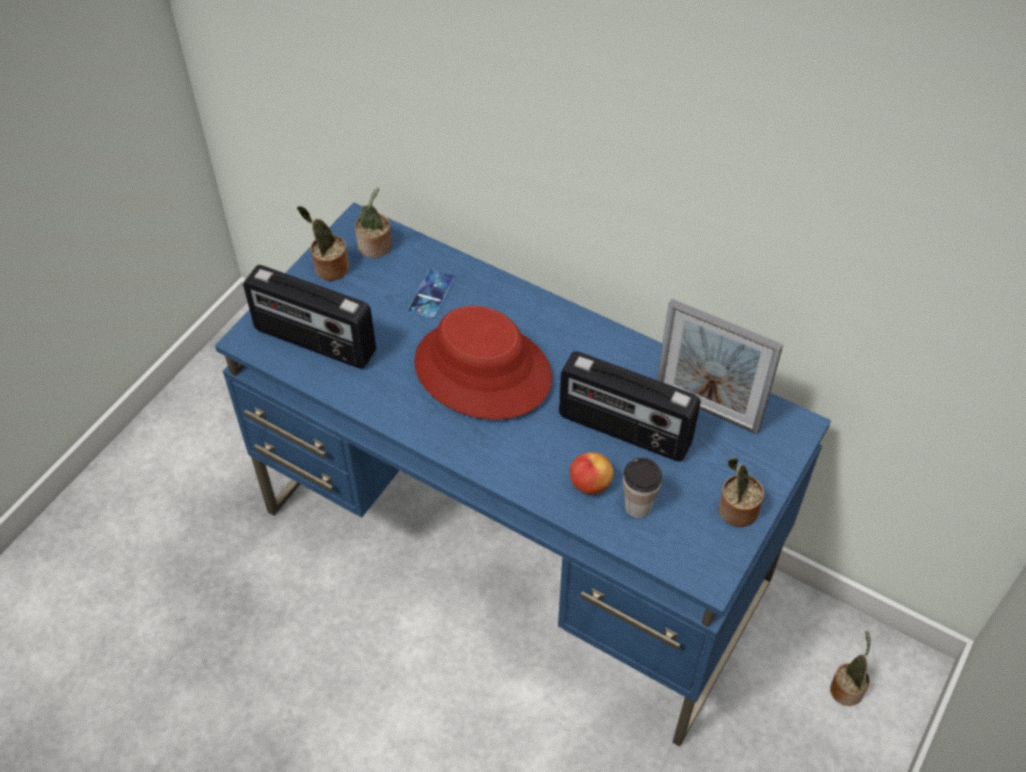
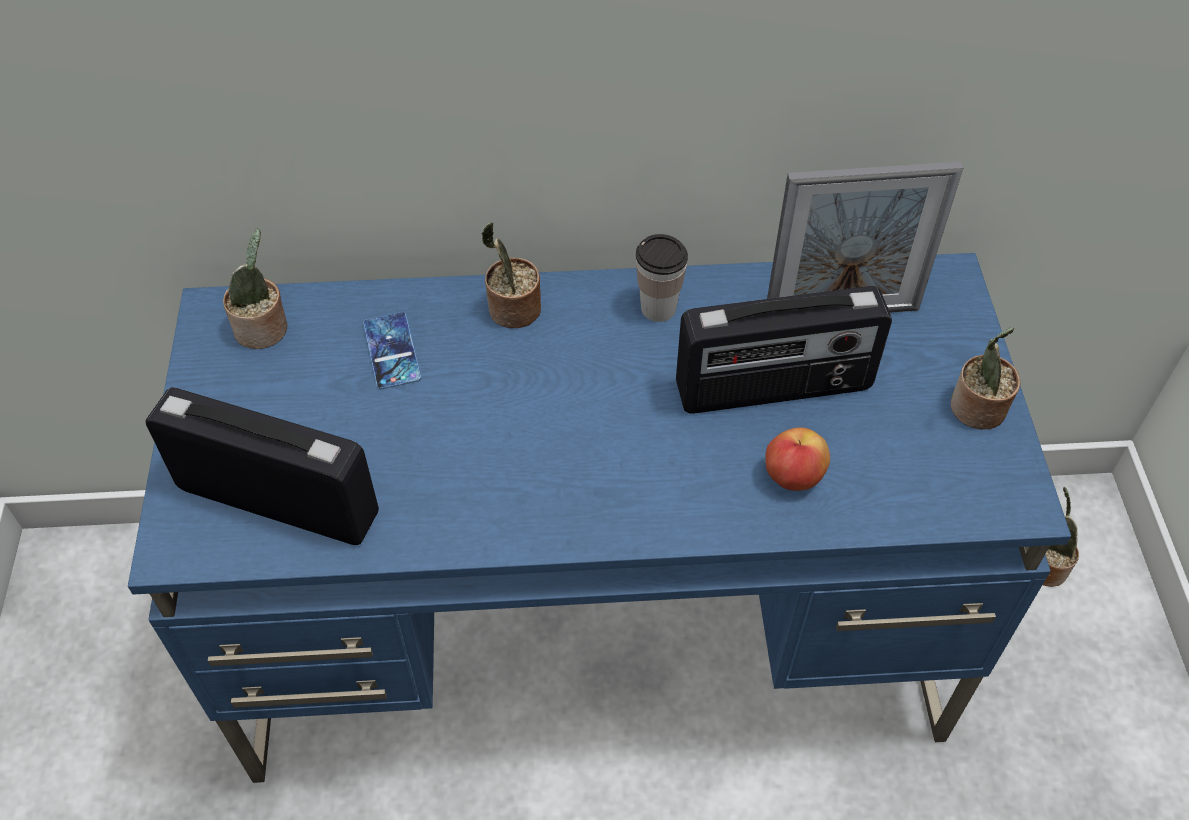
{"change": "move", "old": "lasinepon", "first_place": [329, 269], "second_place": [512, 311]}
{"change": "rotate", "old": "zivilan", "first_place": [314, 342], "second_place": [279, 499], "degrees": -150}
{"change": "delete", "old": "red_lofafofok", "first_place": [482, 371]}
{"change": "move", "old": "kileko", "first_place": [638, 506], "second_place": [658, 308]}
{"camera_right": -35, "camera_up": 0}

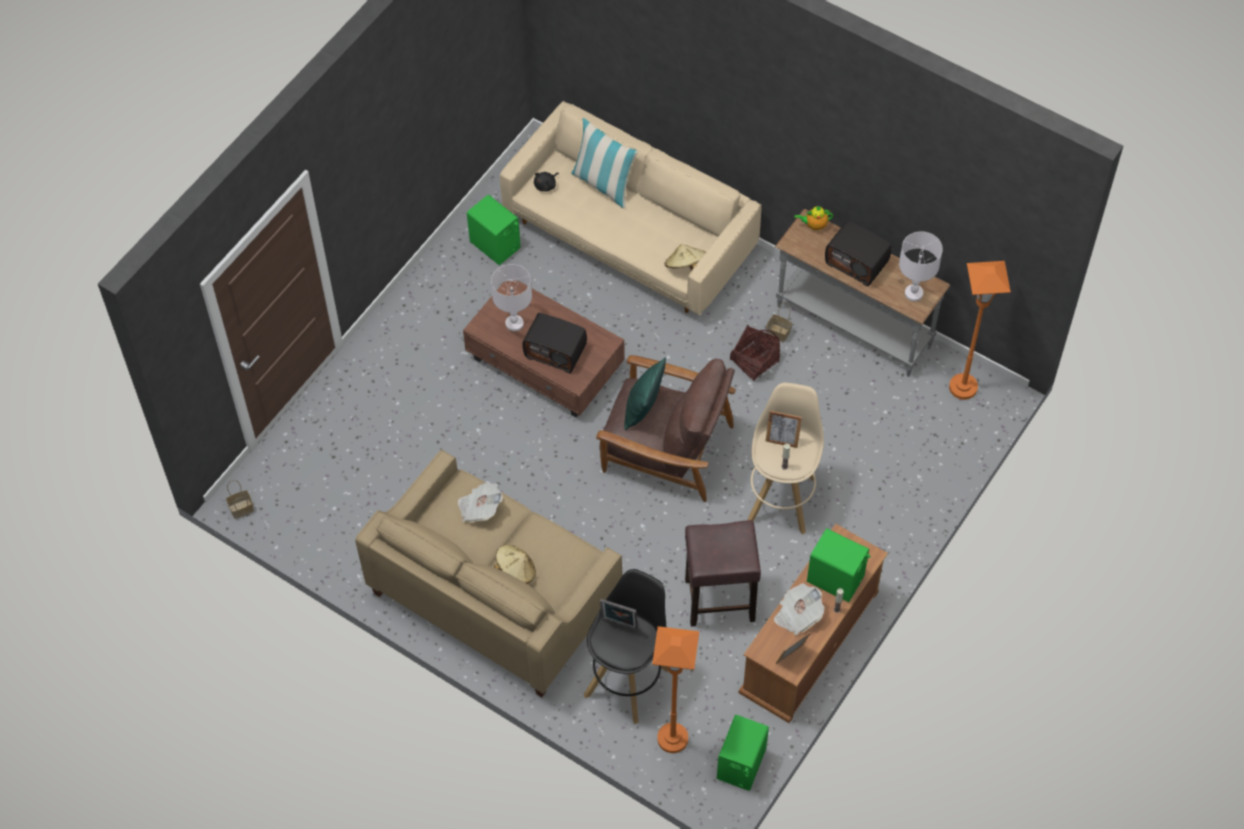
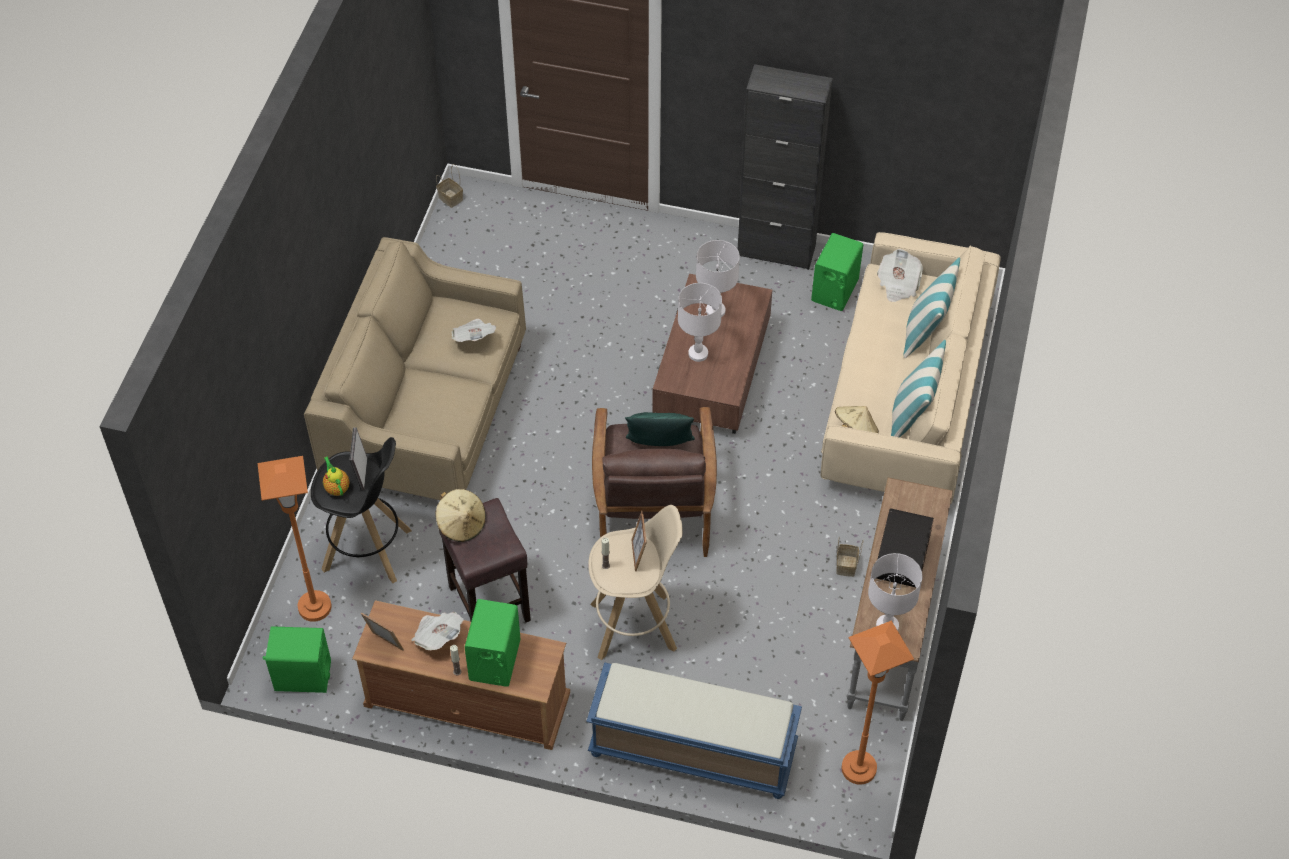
{"change": "replace", "old": "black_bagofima", "new": "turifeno", "first_place": [546, 185], "second_place": [898, 284]}
{"change": "move", "old": "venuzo", "first_place": [814, 225], "second_place": [336, 487]}
{"change": "replace", "old": "zivilan", "new": "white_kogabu", "first_place": [556, 351], "second_place": [698, 354]}
{"change": "delete", "old": "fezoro", "first_place": [754, 361]}
{"change": "move", "old": "beige_lofafofok", "first_place": [516, 571], "second_place": [461, 524]}
{"change": "insert", "new": "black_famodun", "second_place": [776, 250]}
{"change": "insert", "new": "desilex", "second_place": [912, 415]}
{"change": "insert", "new": "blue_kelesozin", "second_place": [691, 751]}
{"camera_right": 70, "camera_up": -5}

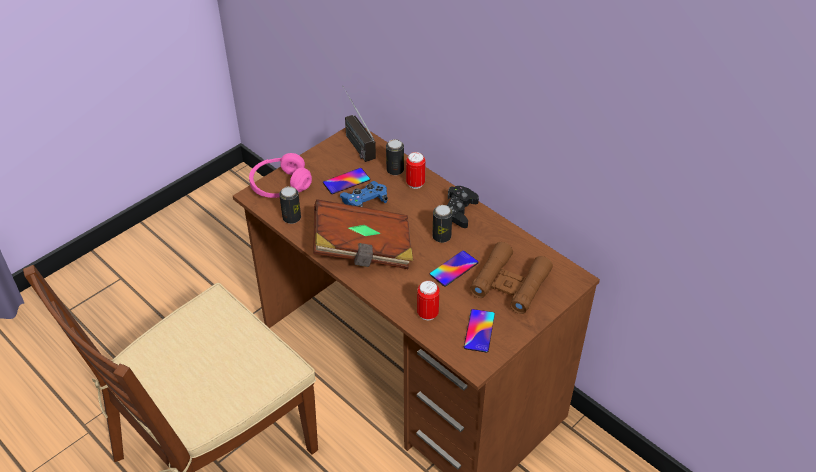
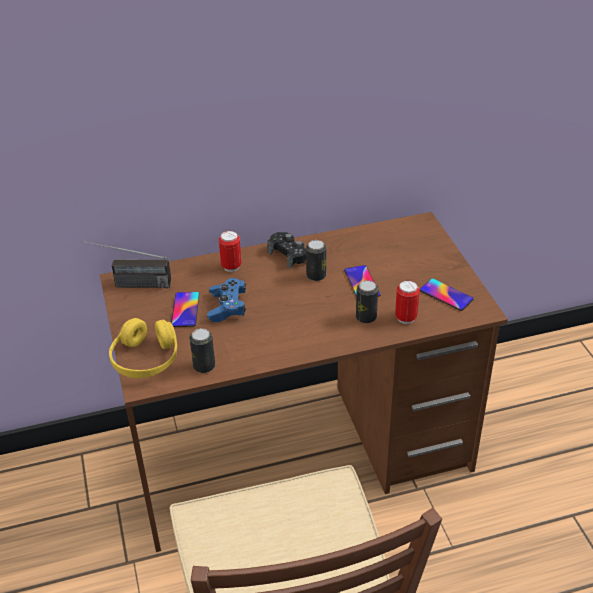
{"change": "move", "old": "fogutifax", "first_place": [395, 170], "second_place": [366, 317]}
{"change": "recolor", "old": "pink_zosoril", "new": "yellow_zosoril", "first_place": [280, 185], "second_place": [145, 359]}
{"change": "delete", "old": "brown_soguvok", "first_place": [363, 250]}
{"change": "delete", "old": "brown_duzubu", "first_place": [510, 284]}
{"camera_right": -60, "camera_up": -5}

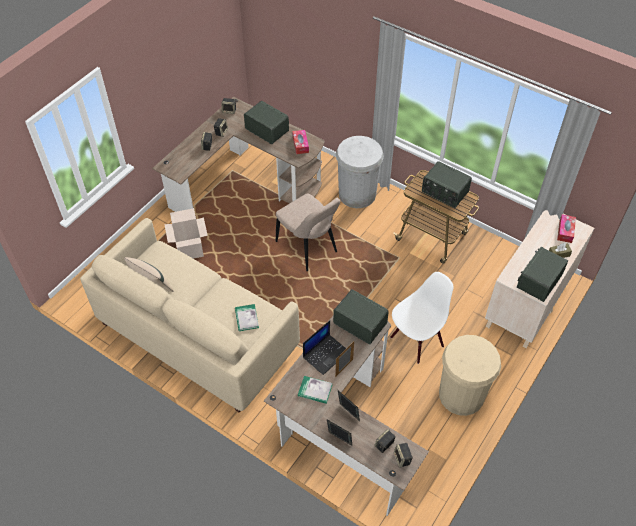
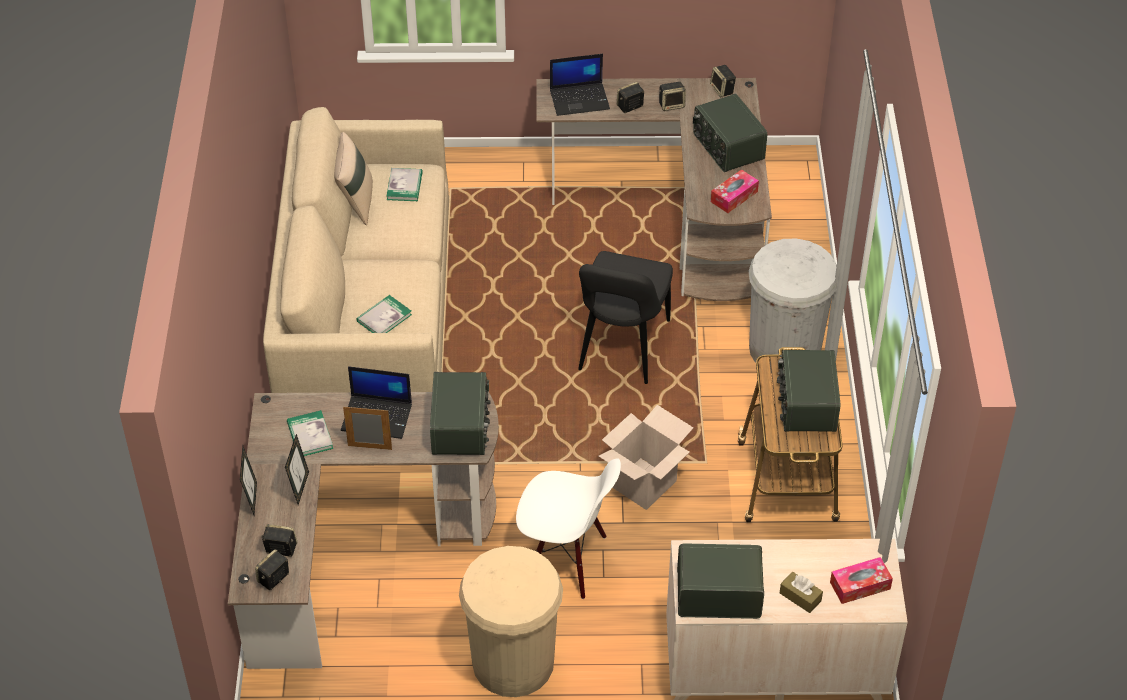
{"change": "rotate", "old": "zivilan", "first_place": [267, 129], "second_place": [727, 147], "degrees": 150}
{"change": "recolor", "old": "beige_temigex", "new": "black_temigex", "first_place": [308, 248], "second_place": [622, 349]}
{"change": "move", "old": "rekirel", "first_place": [190, 249], "second_place": [643, 484]}
{"change": "insert", "new": "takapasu", "second_place": [580, 99]}
{"change": "insert", "new": "soguvok", "second_place": [404, 186]}
{"camera_right": 55, "camera_up": -5}

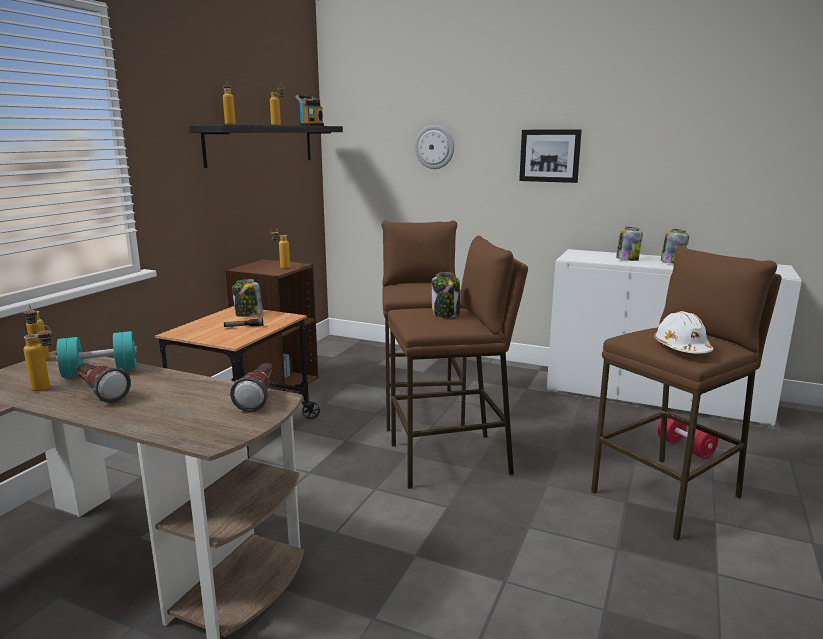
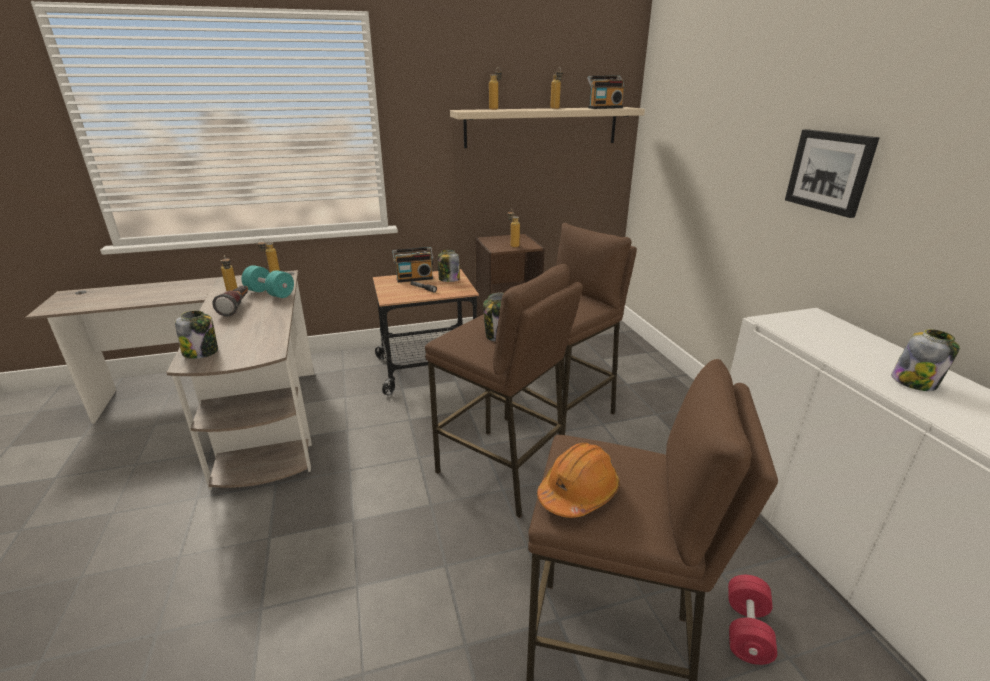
{"change": "recolor", "old": "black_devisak", "new": "beige_devisak", "first_place": [261, 144], "second_place": [542, 127]}
{"change": "delete", "old": "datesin", "first_place": [434, 147]}
{"change": "move", "old": "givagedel", "first_place": [627, 259], "second_place": [201, 352]}
{"change": "recolor", "old": "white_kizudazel", "new": "orange_kizudazel", "first_place": [681, 348], "second_place": [578, 492]}
{"change": "delete", "old": "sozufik", "first_place": [259, 397]}
{"change": "insert", "new": "zivilan", "second_place": [414, 278]}
{"camera_right": 50, "camera_up": 10}

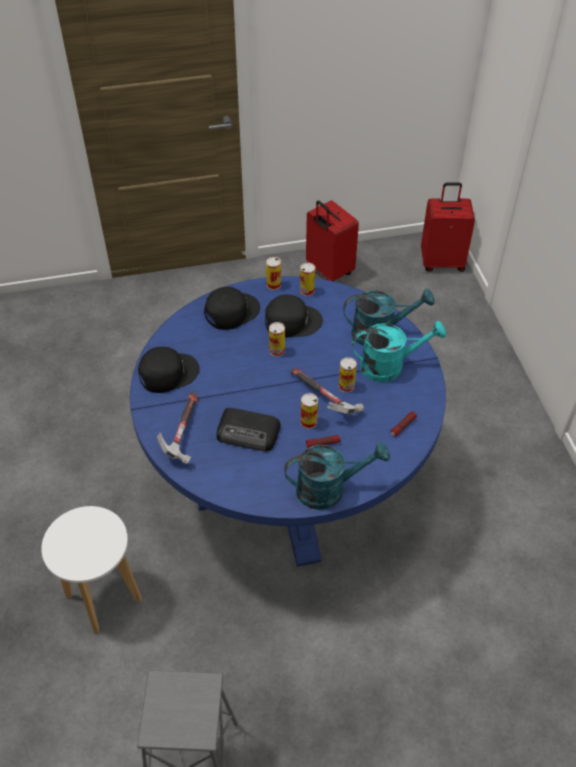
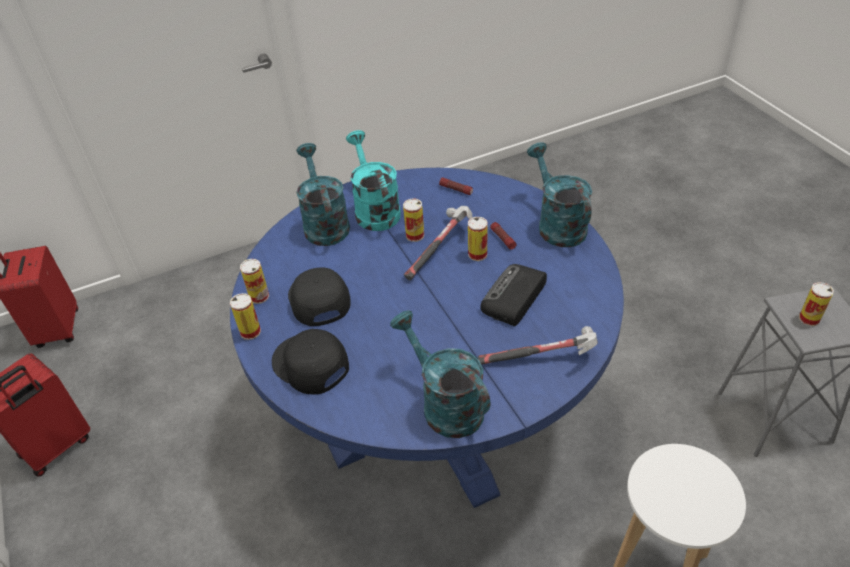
{"change": "move", "old": "fogutifax", "first_place": [277, 351], "second_place": [809, 319]}
{"change": "replace", "old": "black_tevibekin", "new": "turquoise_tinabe", "first_place": [168, 372], "second_place": [445, 404]}
{"change": "rotate", "old": "zivilan", "first_place": [249, 433], "second_place": [513, 298], "degrees": -150}
{"camera_right": -100, "camera_up": -5}

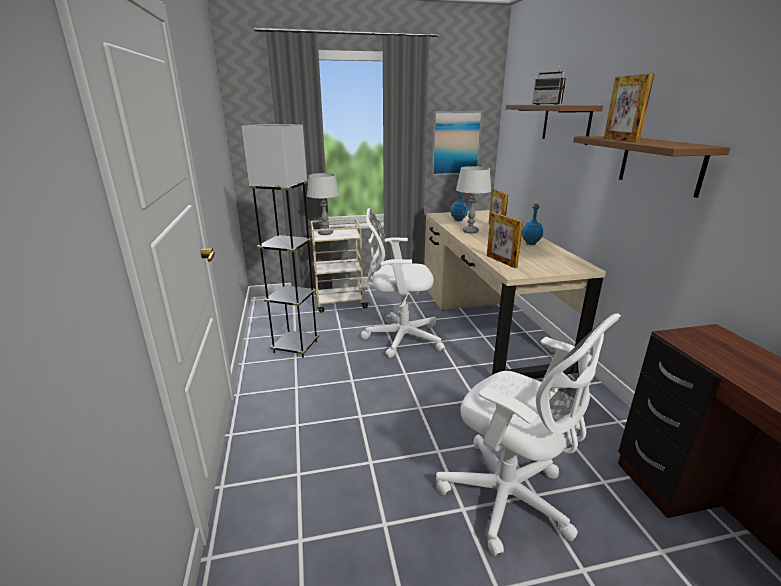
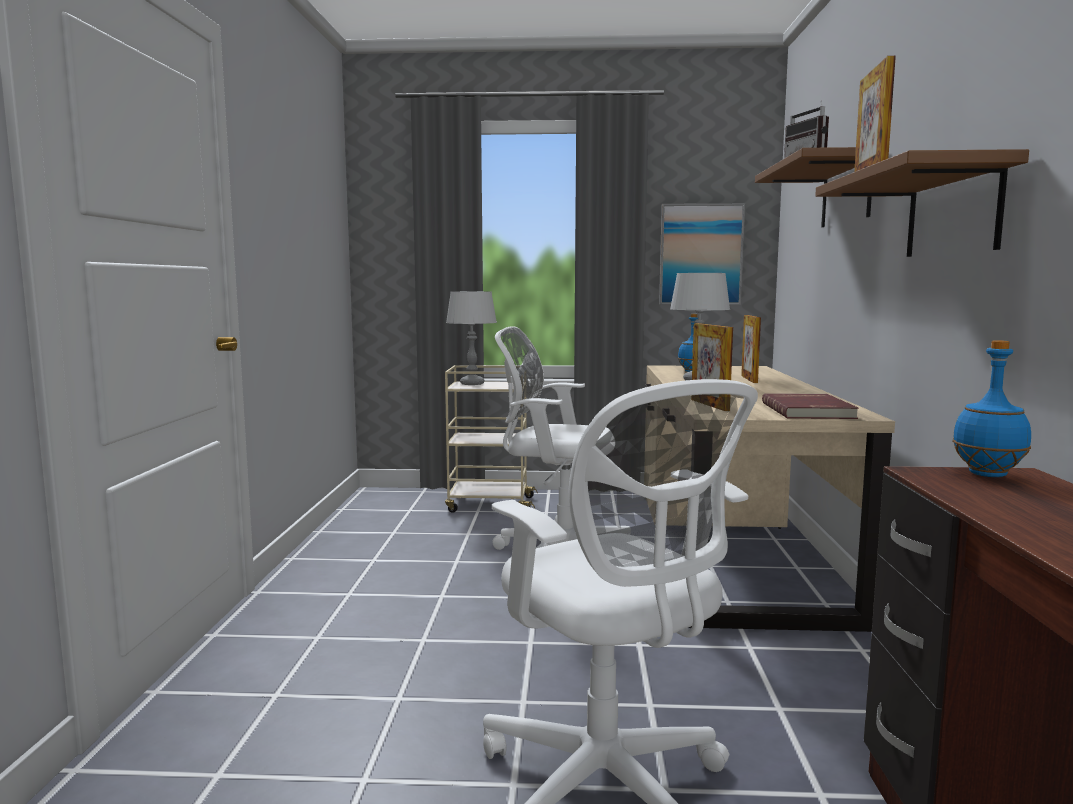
{"change": "delete", "old": "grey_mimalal", "first_place": [295, 347]}
{"change": "move", "old": "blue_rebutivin", "first_place": [530, 244], "second_place": [986, 474]}
{"change": "insert", "new": "red_soguvok", "second_place": [809, 410]}
{"camera_right": 15, "camera_up": -15}

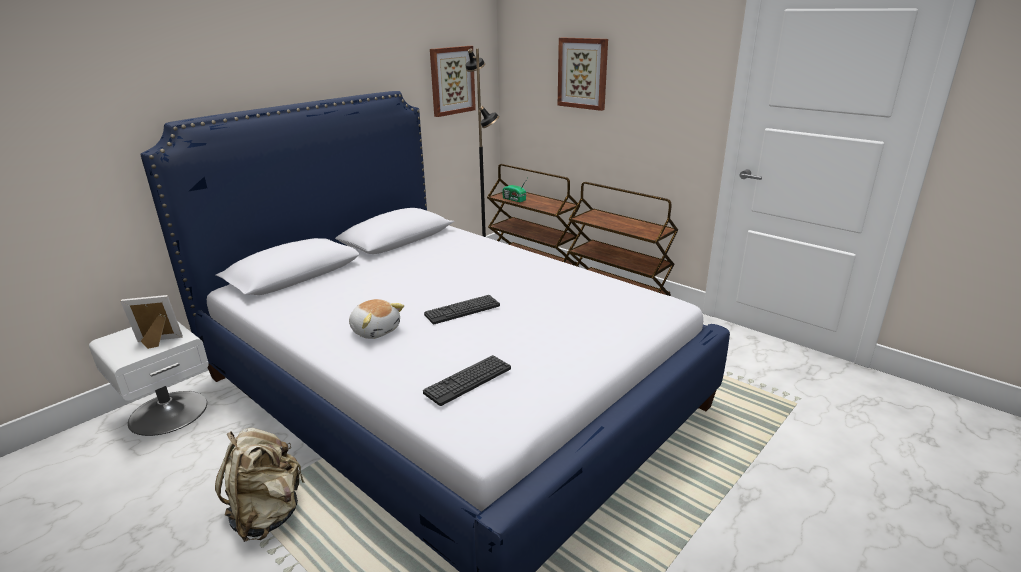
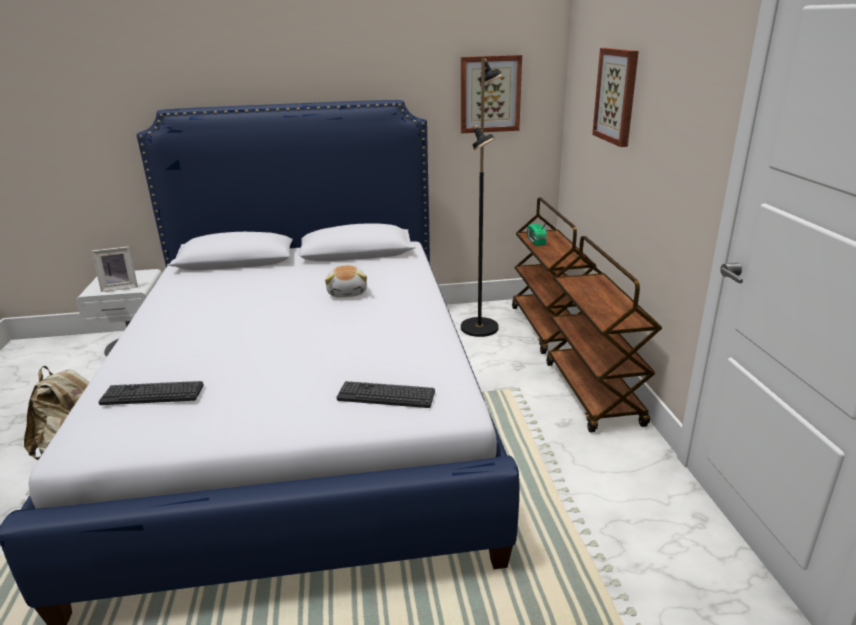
{"change": "rotate", "old": "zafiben", "first_place": [158, 343], "second_place": [120, 287], "degrees": 135}
{"change": "move", "old": "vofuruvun", "first_place": [462, 310], "second_place": [386, 395]}
{"change": "move", "old": "bagofima", "first_place": [375, 330], "second_place": [348, 292]}
{"camera_right": 40, "camera_up": 0}

